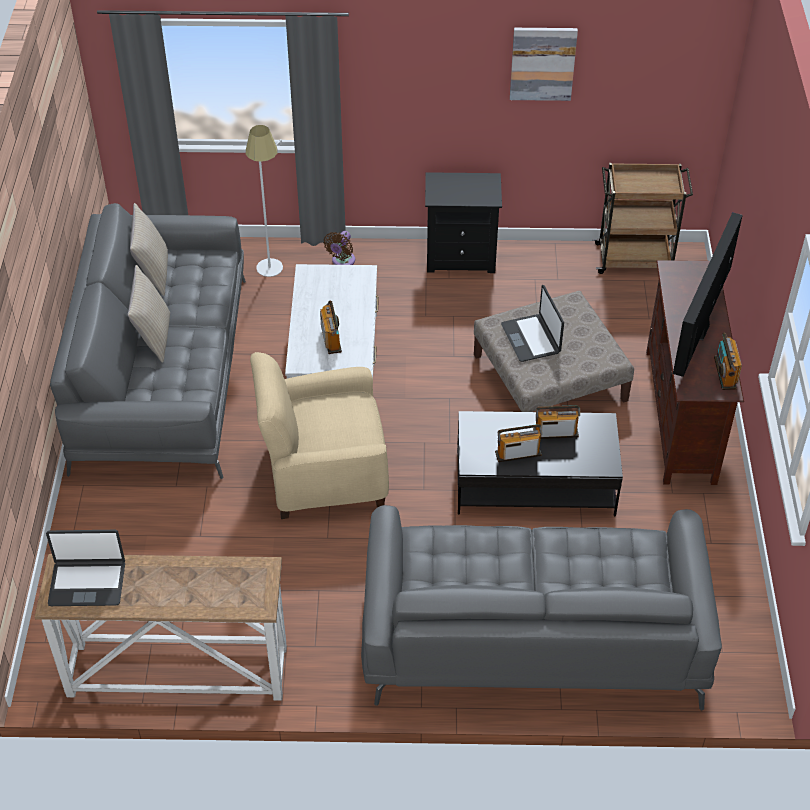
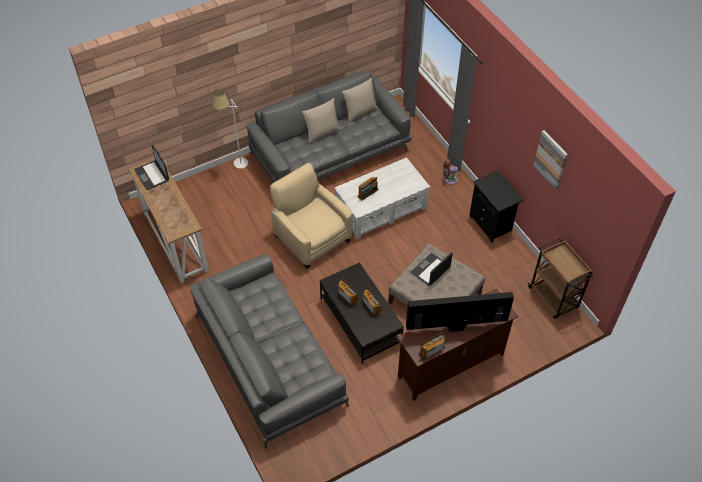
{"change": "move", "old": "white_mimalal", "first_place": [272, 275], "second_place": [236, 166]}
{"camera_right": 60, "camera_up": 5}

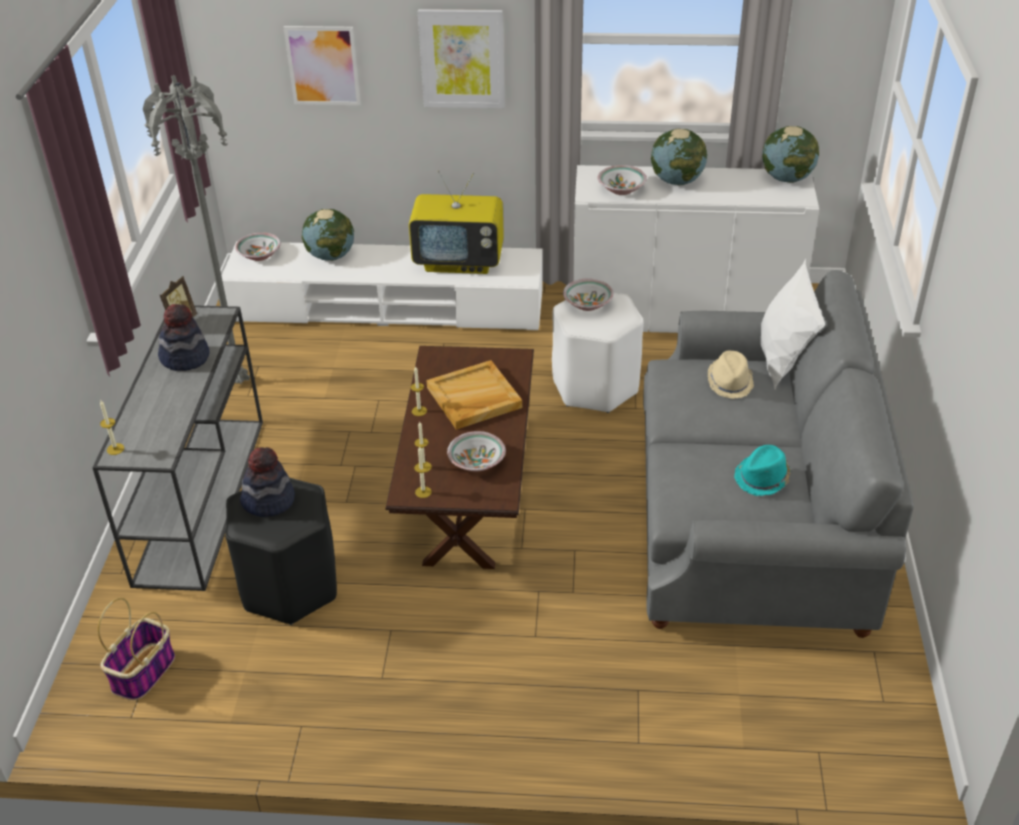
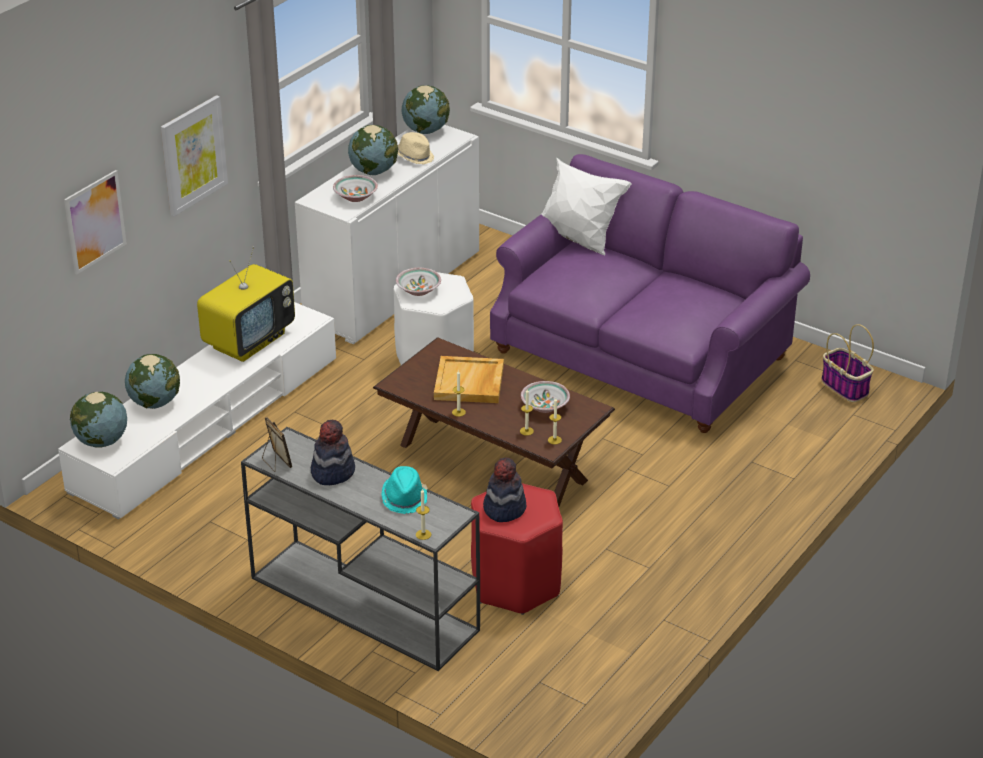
{"change": "delete", "old": "grey_mimalal", "first_place": [238, 384]}
{"change": "replace", "old": "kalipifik", "new": "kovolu", "first_place": [259, 255], "second_place": [101, 442]}
{"change": "recolor", "old": "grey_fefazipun", "new": "purple_fefazipun", "first_place": [750, 519], "second_place": [642, 354]}
{"change": "move", "old": "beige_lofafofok", "first_place": [730, 382], "second_place": [414, 157]}
{"change": "move", "old": "turquoise_lofafofok", "first_place": [763, 478], "second_place": [404, 498]}
{"change": "recolor", "old": "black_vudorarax", "new": "red_vudorarax", "first_place": [290, 586], "second_place": [516, 584]}
{"change": "move", "old": "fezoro", "first_place": [143, 673], "second_place": [845, 387]}
{"camera_right": -60, "camera_up": -5}

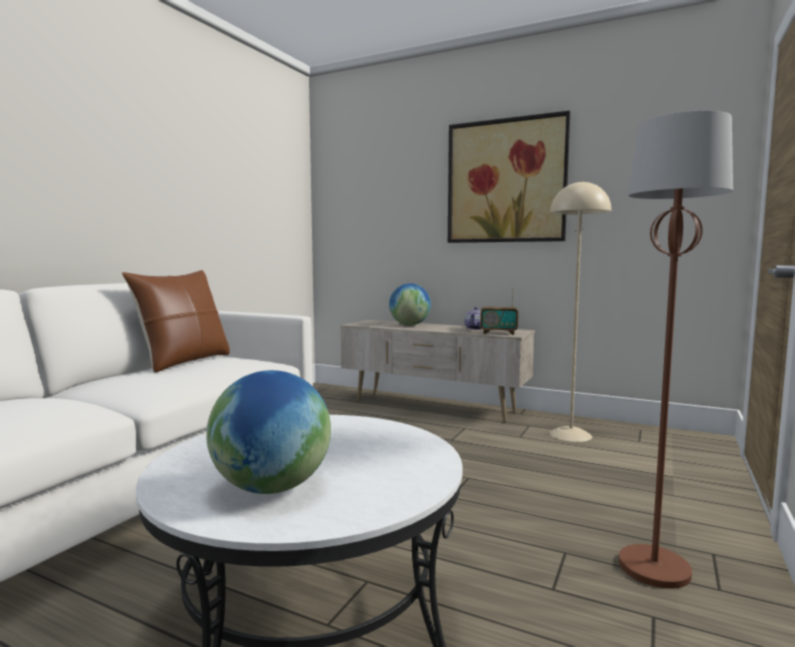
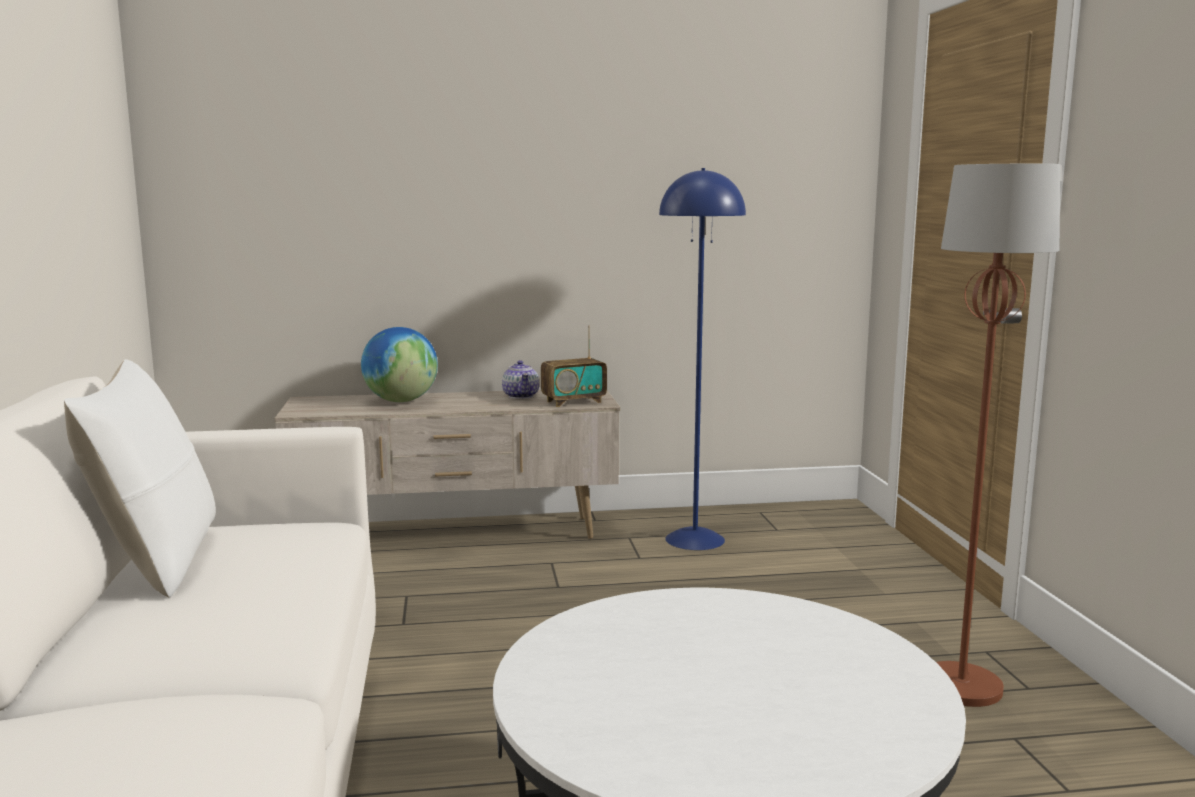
{"change": "delete", "old": "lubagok", "first_place": [506, 181]}
{"change": "recolor", "old": "beige_mimalal", "new": "blue_mimalal", "first_place": [571, 435], "second_place": [695, 539]}
{"change": "recolor", "old": "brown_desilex", "new": "white_desilex", "first_place": [184, 362], "second_place": [158, 560]}
{"change": "delete", "old": "kovolu", "first_place": [273, 488]}
{"camera_right": -35, "camera_up": 5}

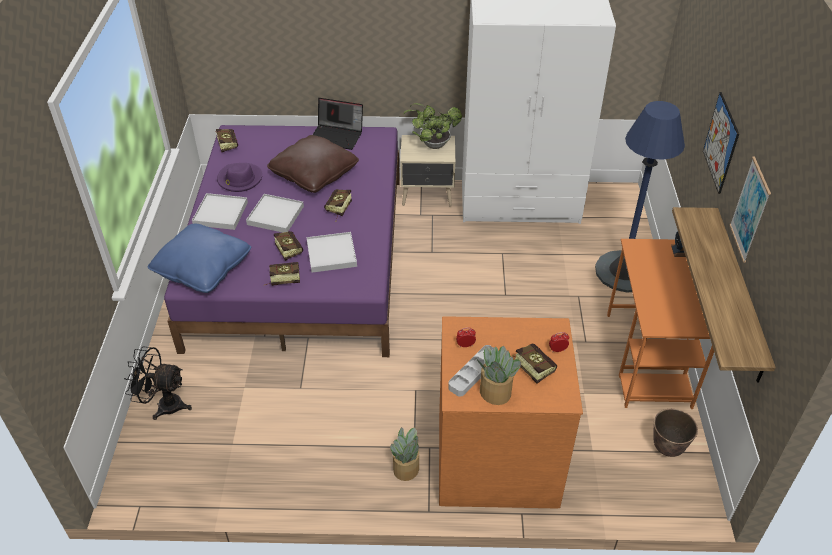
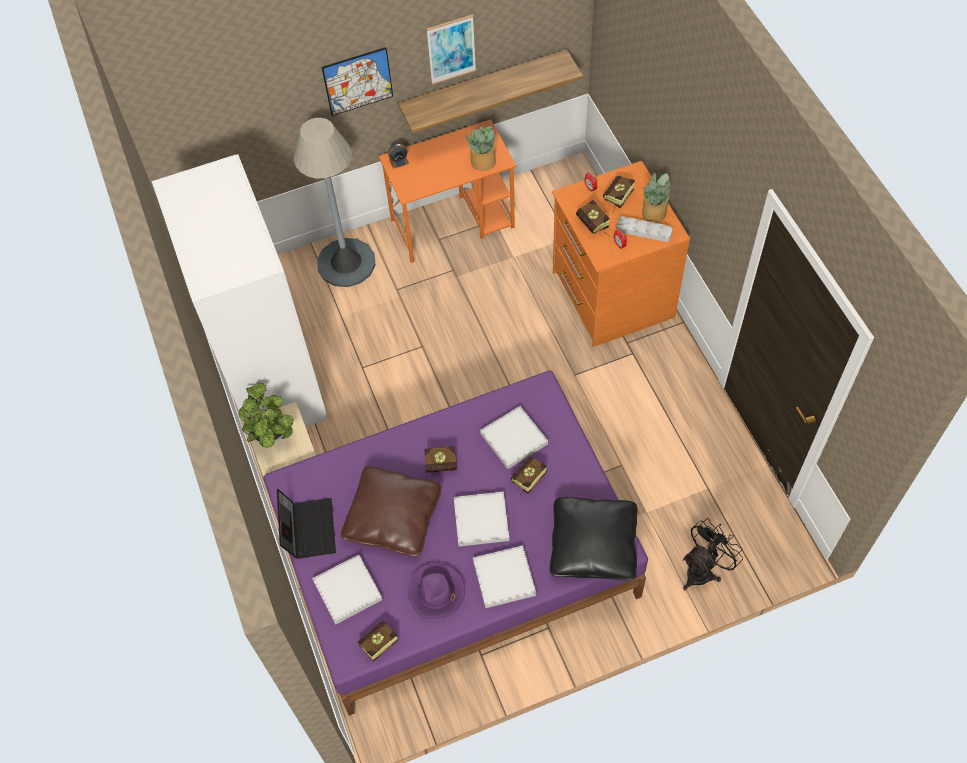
{"change": "recolor", "old": "blue_mimalal", "new": "grey_mimalal", "first_place": [624, 271], "second_place": [346, 263]}
{"change": "recolor", "old": "blue_desilex", "new": "black_desilex", "first_place": [202, 268], "second_place": [593, 545]}
{"change": "move", "old": "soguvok", "first_place": [281, 279], "second_place": [594, 226]}
{"change": "rotate", "old": "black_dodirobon", "first_place": [164, 405], "second_place": [703, 570], "degrees": -120}
{"change": "delete", "old": "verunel", "first_place": [667, 448]}
{"change": "move", "old": "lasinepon", "first_place": [406, 468], "second_place": [482, 162]}
{"change": "insert", "new": "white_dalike", "second_place": [347, 590]}
{"camera_right": -110, "camera_up": 15}

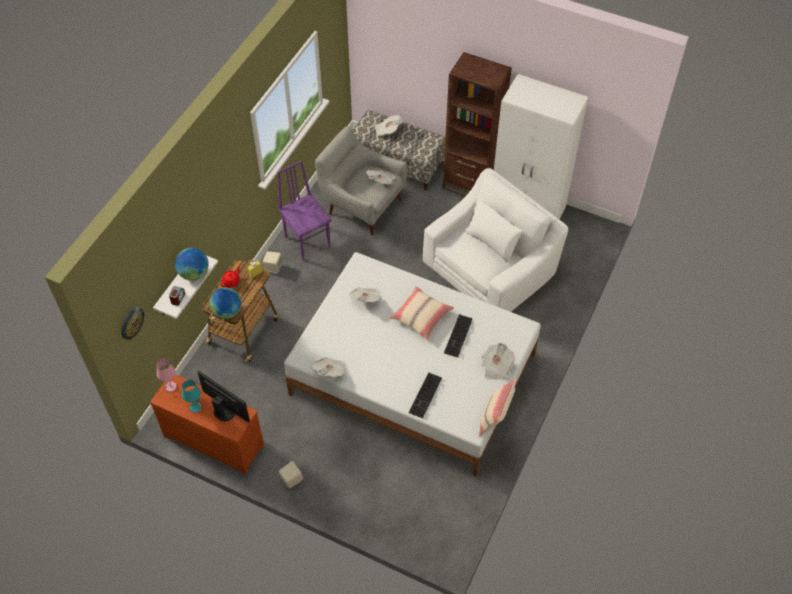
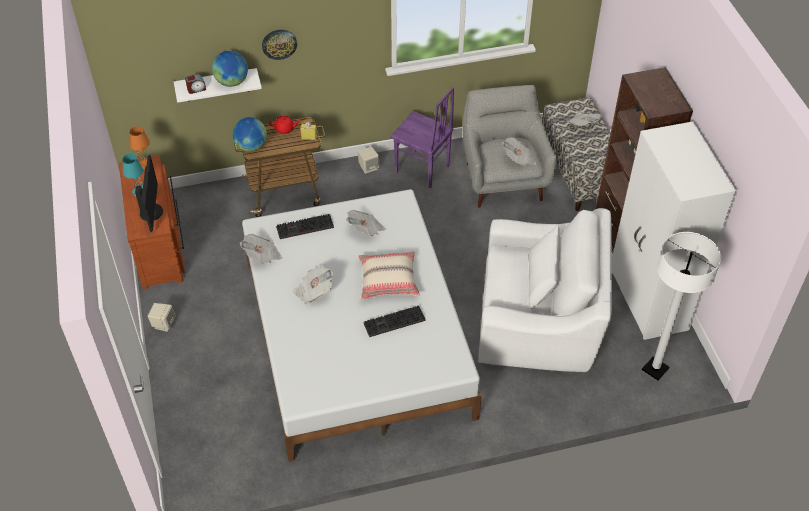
{"change": "rotate", "old": "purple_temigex", "first_place": [308, 241], "second_place": [422, 170], "degrees": 105}
{"change": "move", "old": "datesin", "first_place": [131, 323], "second_place": [279, 44]}
{"change": "move", "old": "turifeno", "first_place": [496, 367], "second_place": [313, 291]}
{"change": "recolor", "old": "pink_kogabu", "new": "orange_kogabu", "first_place": [171, 387], "second_place": [144, 164]}
{"change": "move", "old": "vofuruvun", "first_place": [426, 396], "second_place": [304, 228]}
{"change": "delete", "old": "beige_desilex", "first_place": [495, 419]}
{"change": "insert", "new": "white_mimalal", "second_place": [655, 369]}
{"camera_right": 50, "camera_up": -5}

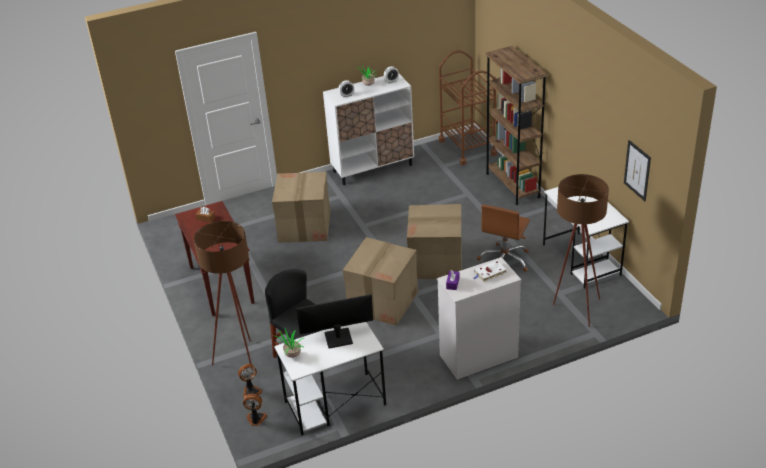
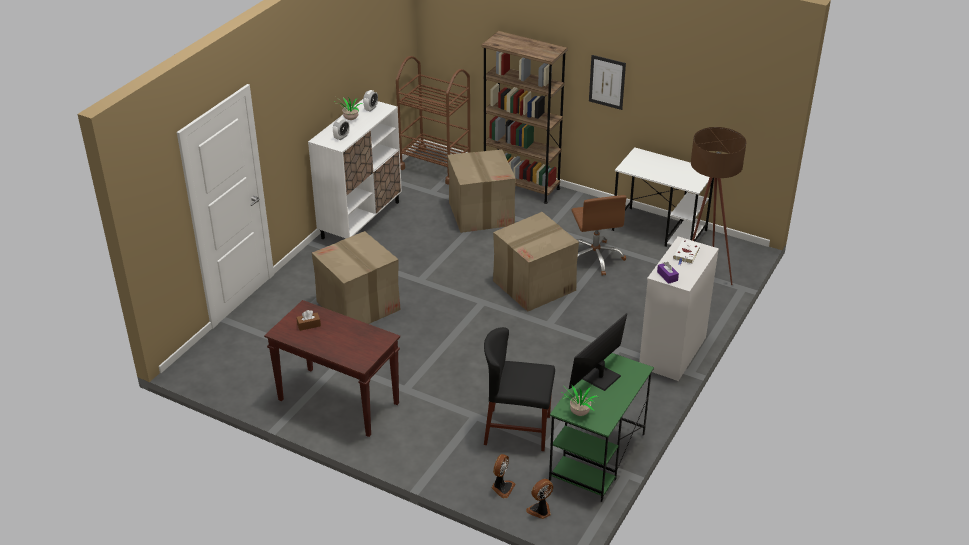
{"change": "move", "old": "lubagok", "first_place": [637, 170], "second_place": [607, 82]}
{"change": "delete", "old": "brown_mimalal", "first_place": [241, 356]}
{"change": "move", "old": "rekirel", "first_place": [383, 301], "second_place": [481, 213]}
{"change": "recolor", "old": "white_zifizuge", "new": "green_zifizuge", "first_place": [334, 404], "second_place": [597, 457]}
{"camera_right": -40, "camera_up": 0}

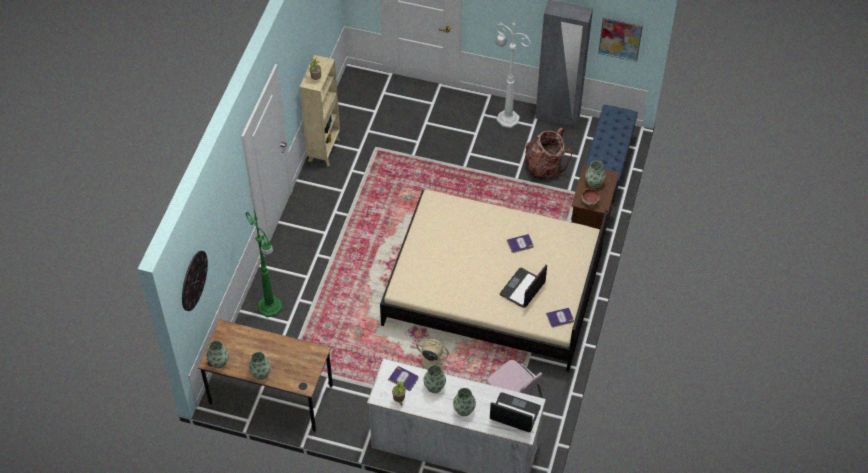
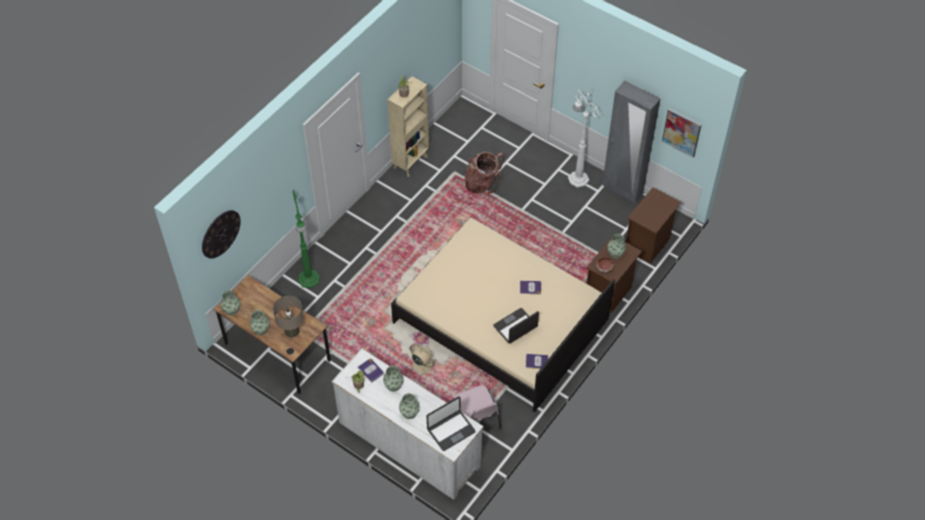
{"change": "replace", "old": "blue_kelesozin", "new": "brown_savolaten", "first_place": [607, 166], "second_place": [647, 245]}
{"change": "move", "old": "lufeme", "first_place": [544, 166], "second_place": [482, 183]}
{"change": "rotate", "old": "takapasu", "first_place": [514, 414], "second_place": [451, 430], "degrees": 105}
{"change": "insert", "new": "beige_kogabu", "second_place": [292, 331]}
{"camera_right": 20, "camera_up": 0}

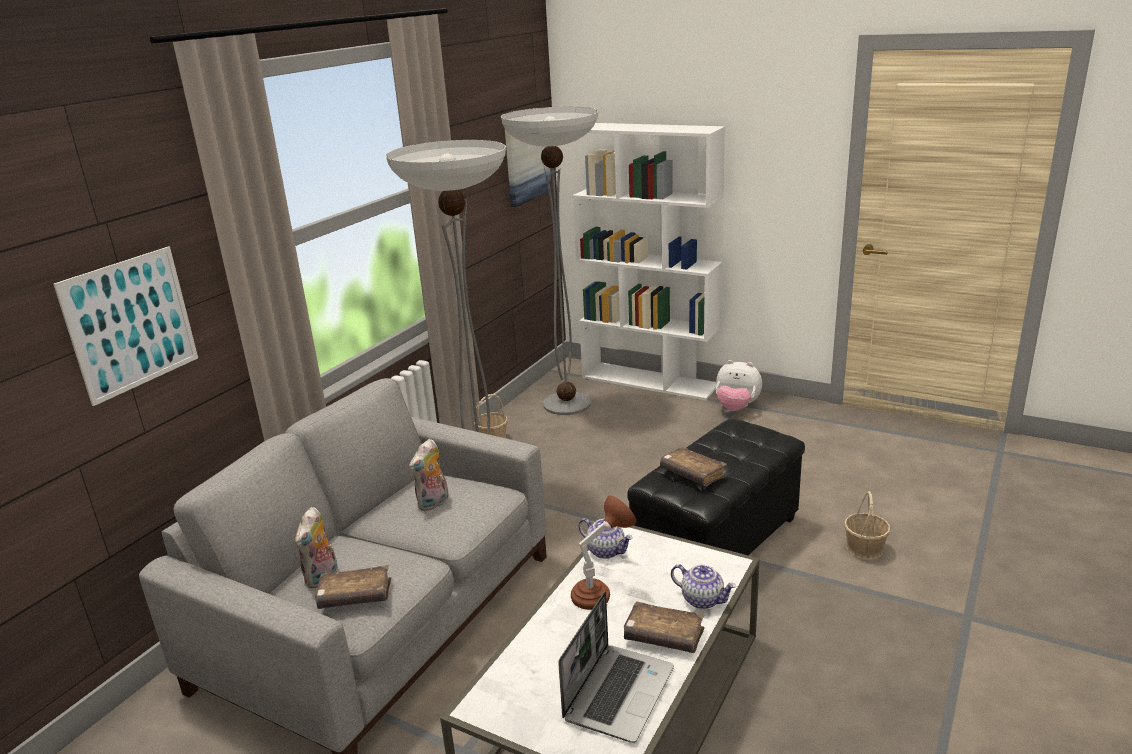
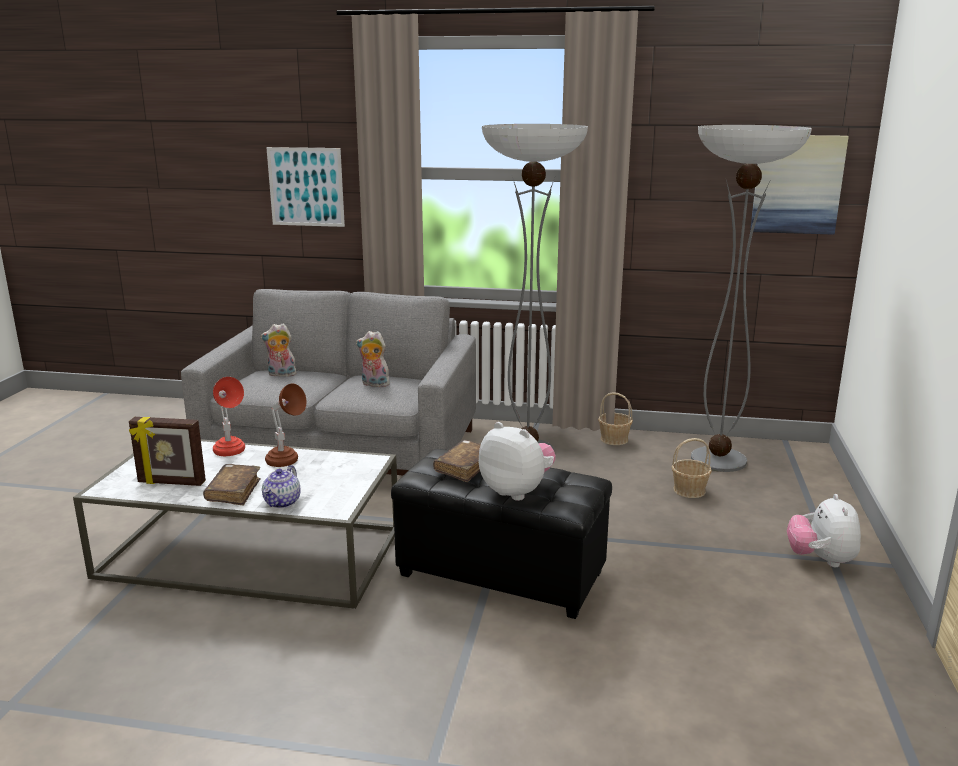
{"change": "delete", "old": "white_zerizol", "first_place": [650, 381]}
{"change": "move", "old": "fezoro", "first_place": [864, 548], "second_place": [689, 490]}
{"change": "delete", "old": "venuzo", "first_place": [606, 551]}
{"change": "delete", "old": "brown_soguvok", "first_place": [355, 596]}
{"change": "replace", "old": "takapasu", "new": "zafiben", "first_place": [618, 692], "second_place": [171, 483]}
{"change": "insert", "new": "red_kogabu", "second_place": [231, 454]}
{"change": "insert", "new": "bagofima", "second_place": [517, 491]}
{"camera_right": 70, "camera_up": -5}

